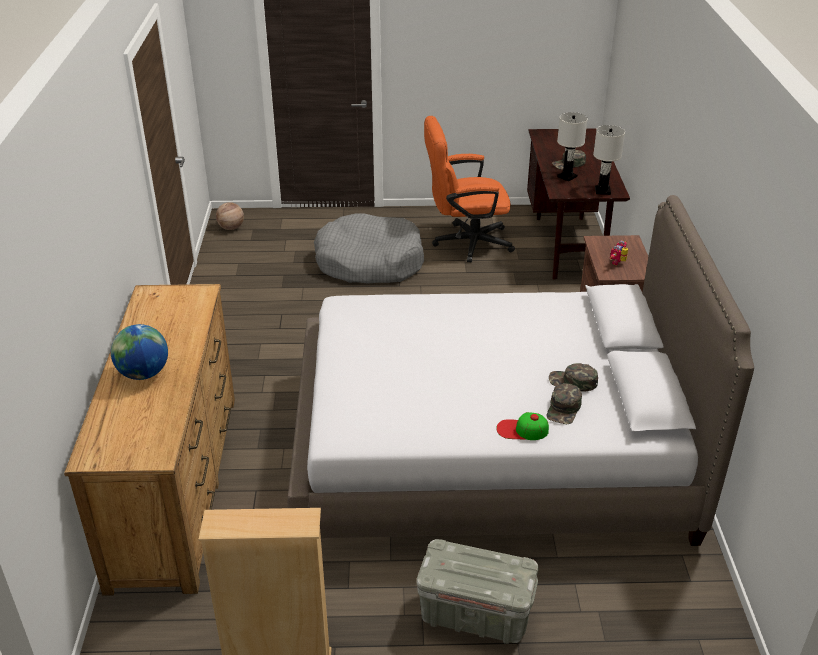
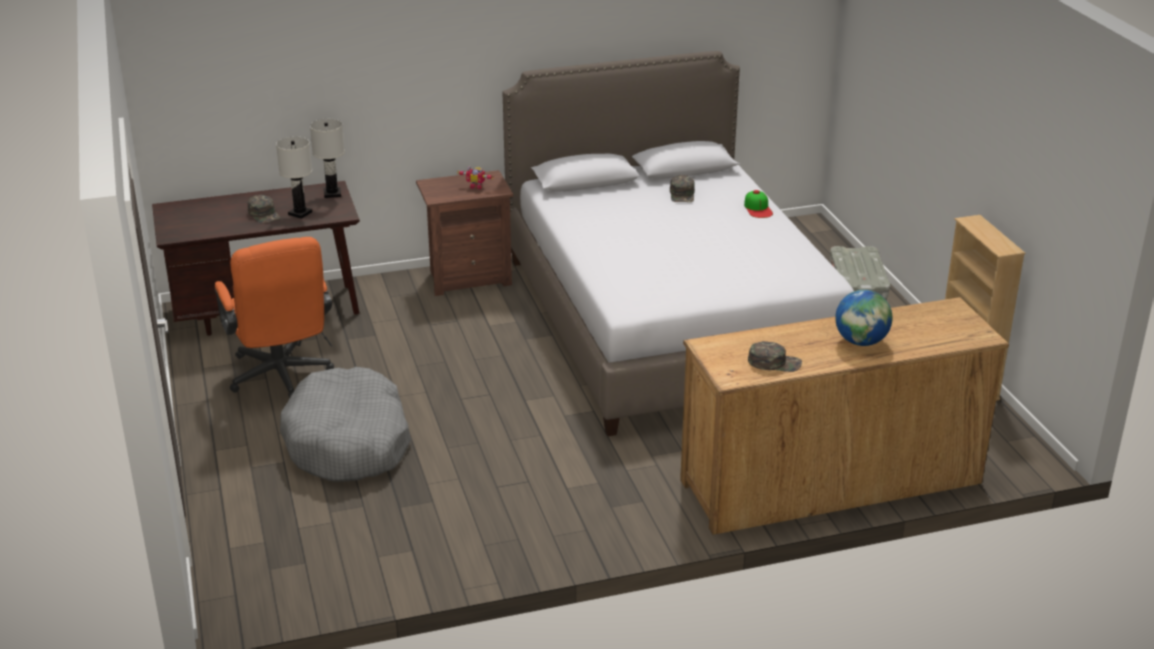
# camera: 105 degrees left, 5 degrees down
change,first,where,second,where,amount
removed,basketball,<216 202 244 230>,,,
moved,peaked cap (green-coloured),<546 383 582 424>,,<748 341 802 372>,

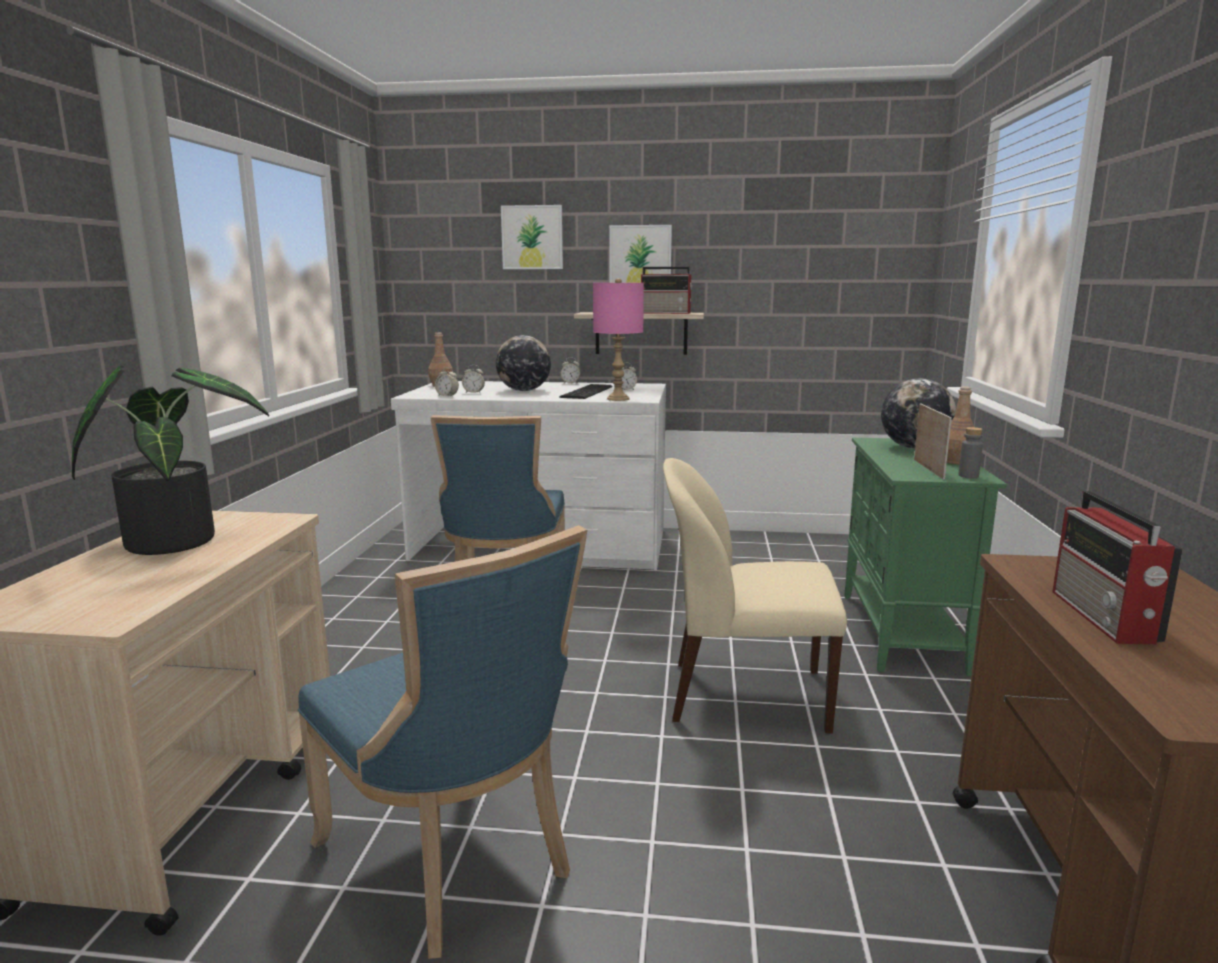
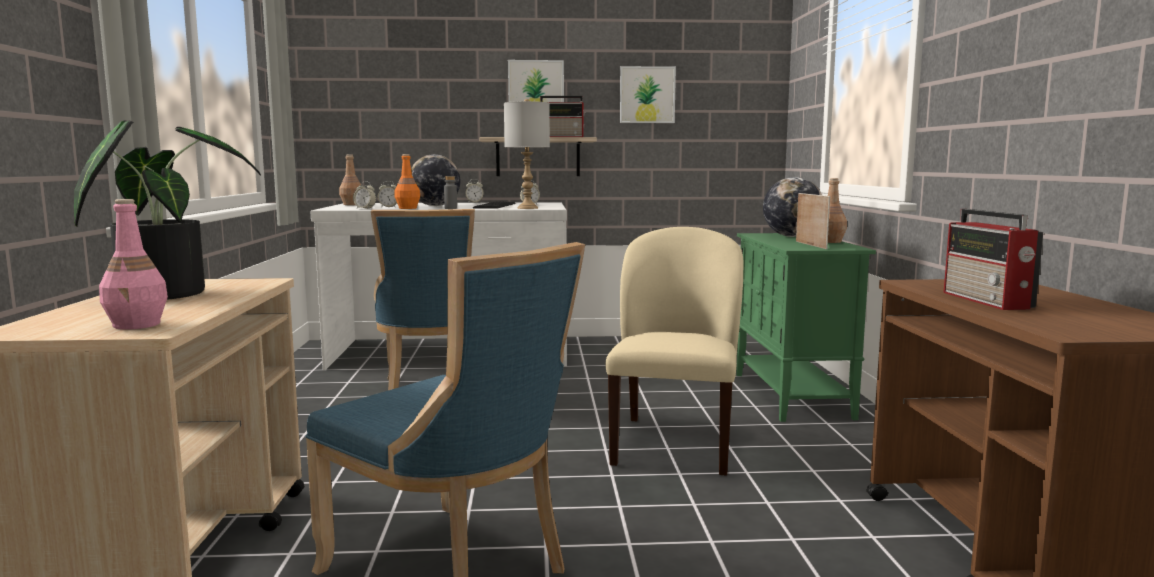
# camera: 10 degrees left, 5 degrees down
change,first,where,second,where,amount
moved,wall art,<501 205 563 269>,,<620 66 676 123>,
recoloured,lamp for a table (pinkish),<593 278 644 401>,lamp for a table (grey),<504 99 550 209>,
turned,upright chair (beige),<663 458 847 734>,,<605 227 743 476>,105 degrees clockwise
moved,beverage bottle (grey),<958 427 983 478>,,<444 176 457 209>,
added,,,beverage bottle (pinkish),<99 199 168 330>,
added,,,beverage bottle (orangey),<395 154 420 209>,

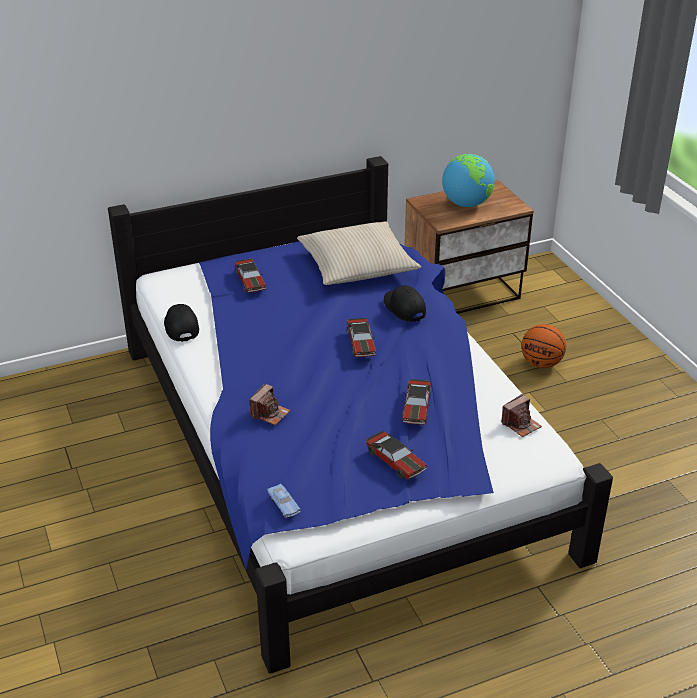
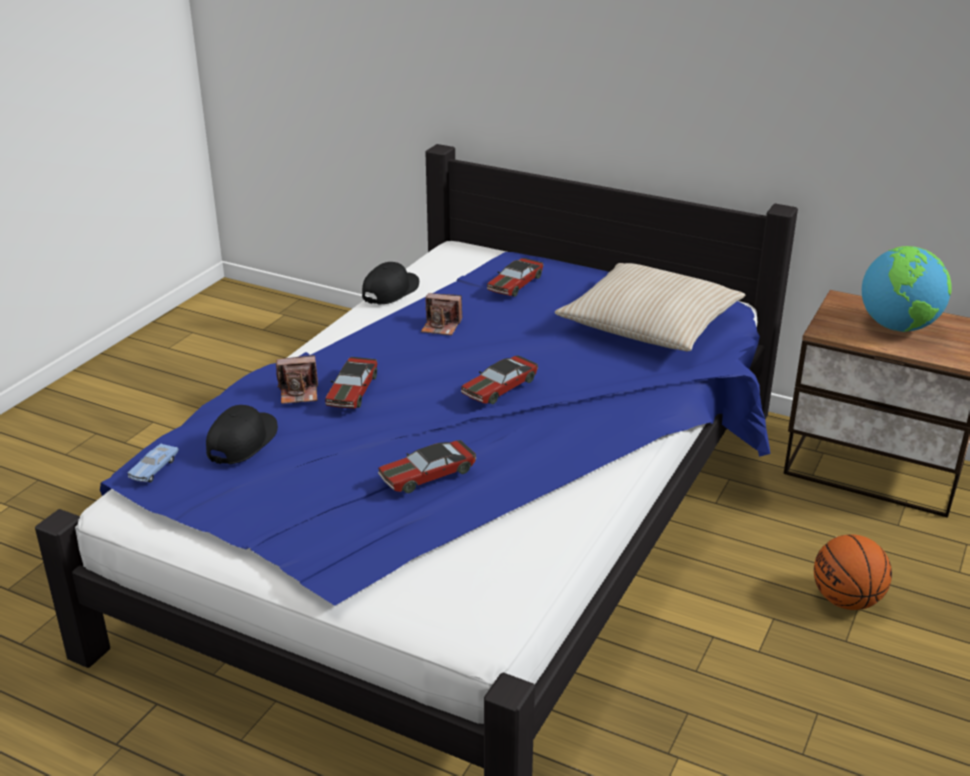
# camera: 50 degrees right, 5 degrees down
change,first,where,second,where,amount
moved,miniature car,<366 431 427 479>,,<325 357 377 408>,
moved,peaked cap (black-coloured),<384 285 426 322>,,<206 405 278 464>,
moved,still camera,<501 394 542 437>,,<421 293 462 335>,

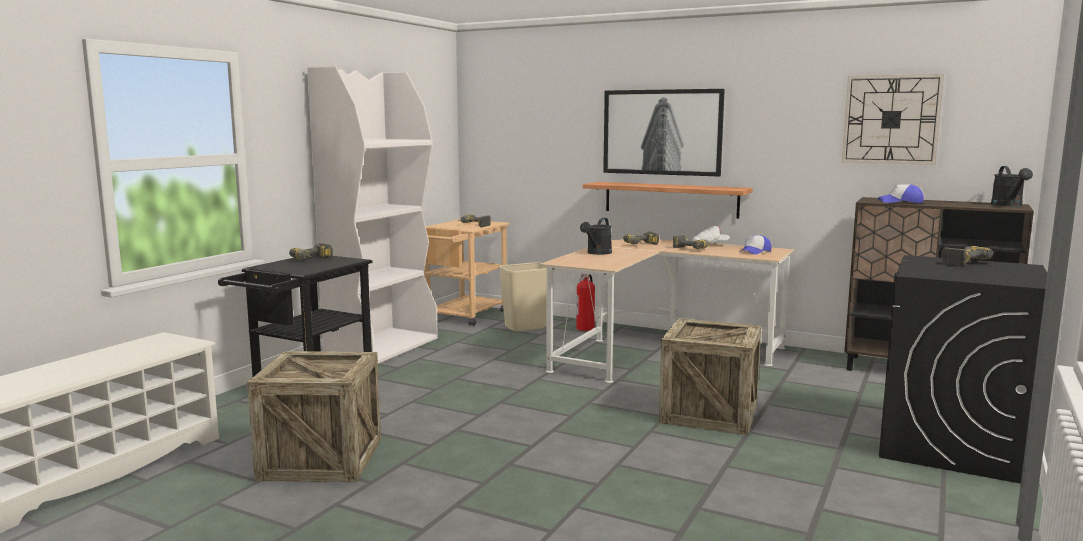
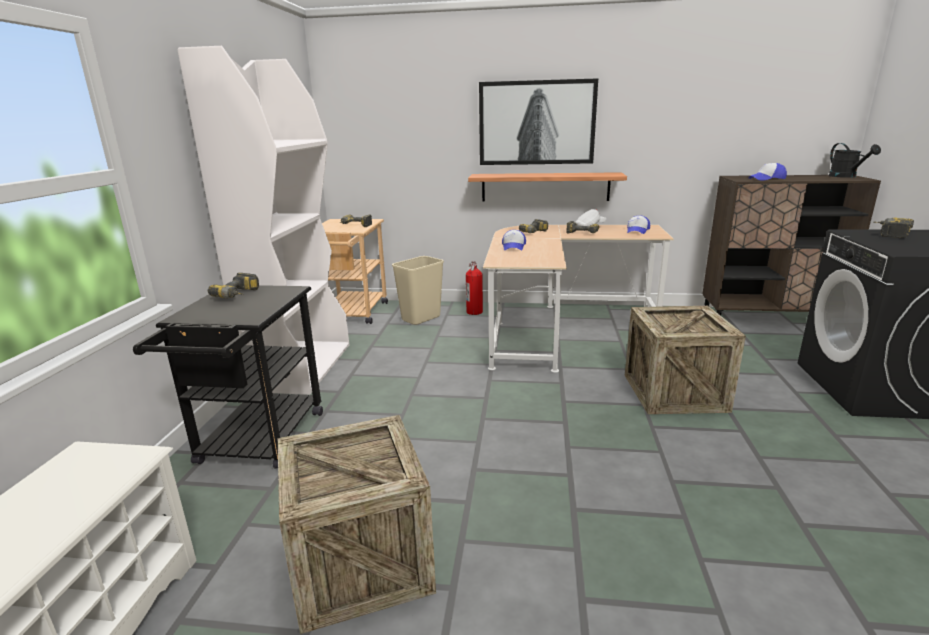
# camera: 20 degrees left, 10 degrees up
change,first,where,second,where,amount
replaced,watering can (black-coloured),<580 218 612 255>,peaked cap,<502 230 526 250>,
removed,clock on the wall,<842 74 944 165>,,,

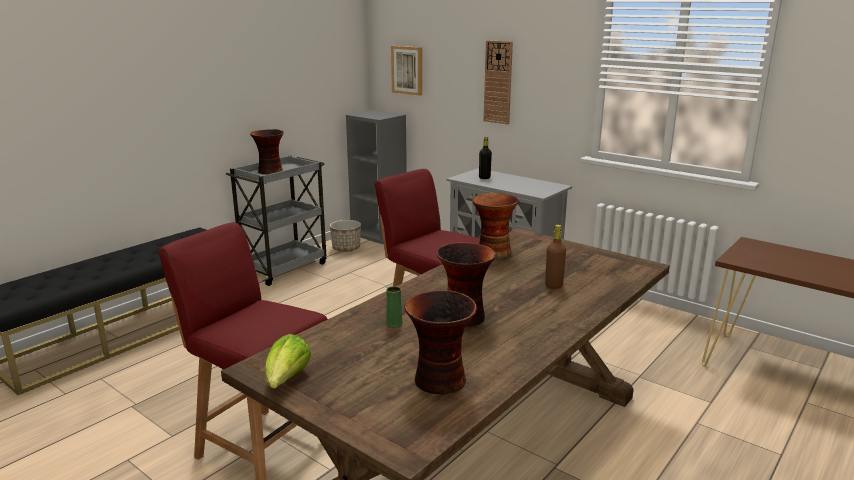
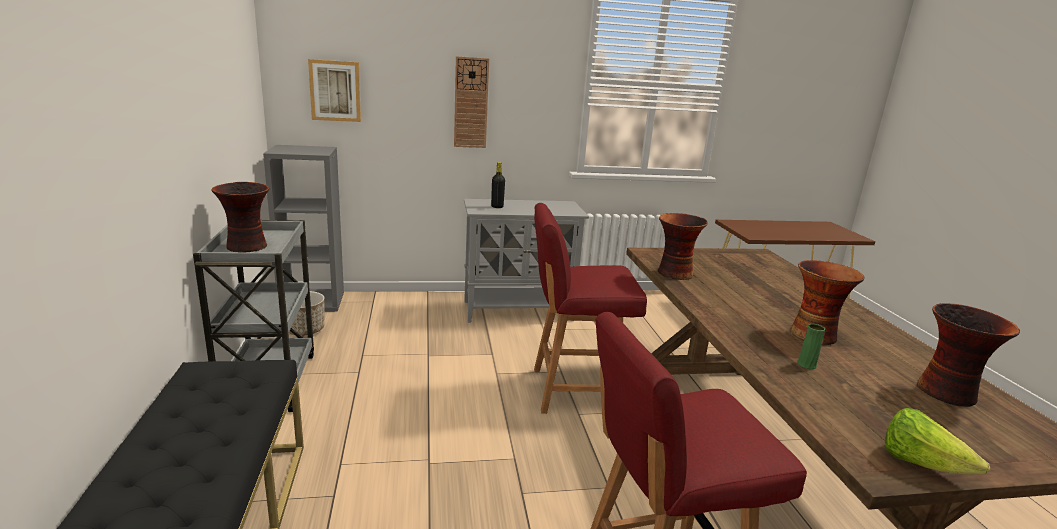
# camera: 50 degrees left, 0 degrees up
change,first,where,second,where,amount
removed,beverage bottle (brown-coloured),<545 225 566 289>,,,

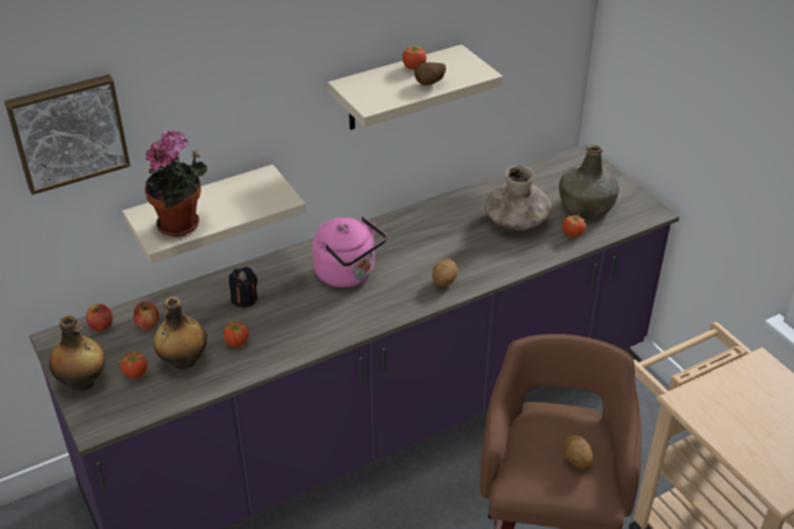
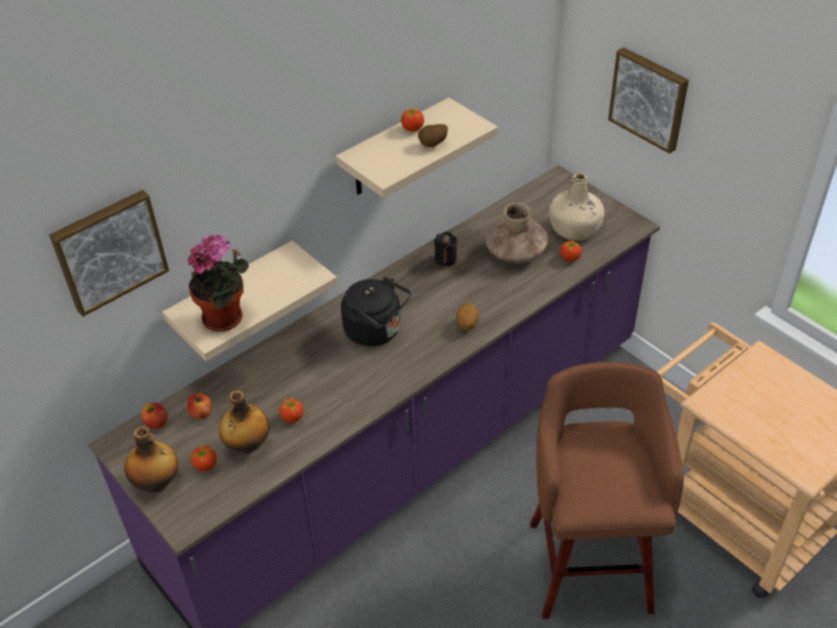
# camera: 10 degrees left, 5 degrees up
change,first,where,second,where,amount
moved,wax light (black-coloured),<229 267 258 308>,,<434 231 457 267>,
recoloured,tea kettle (pinkish),<312 217 387 287>,tea kettle (black-coloured),<341 277 411 346>,
recoloured,beverage bottle (green-coloured),<559 145 619 219>,beverage bottle (beige),<549 173 604 241>,
removed,potato,<564 435 593 468>,,,
added,,,wall art,<608 47 689 154>,

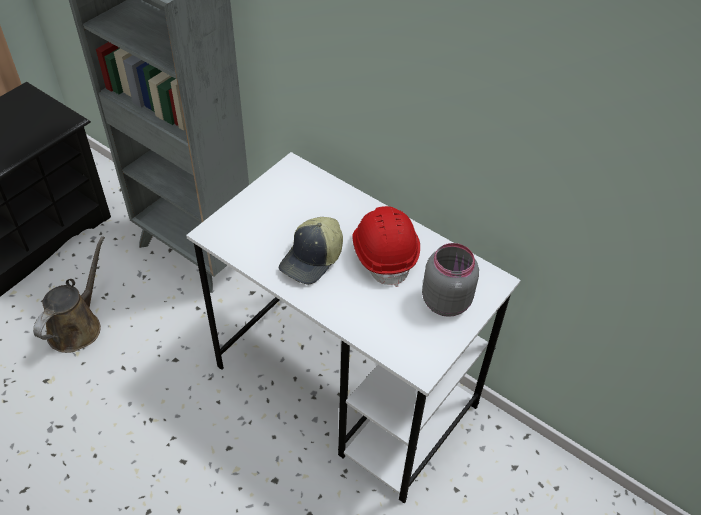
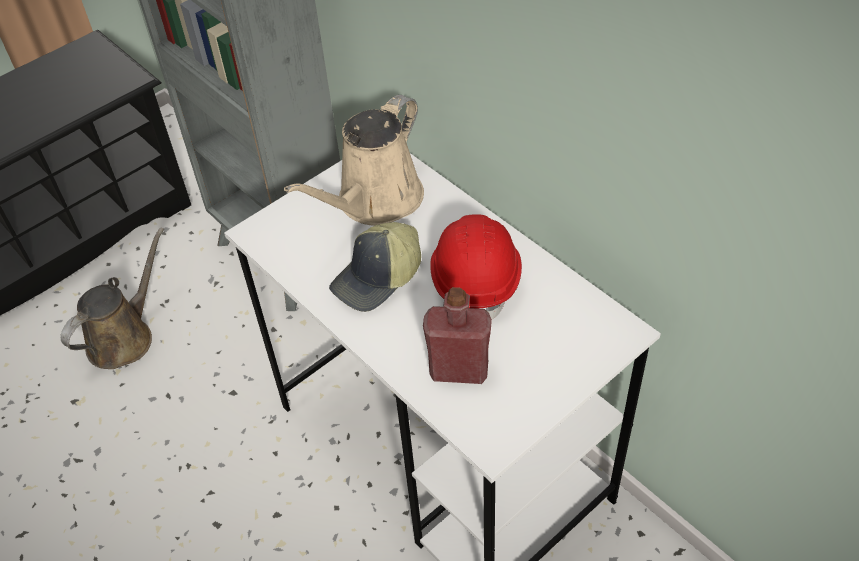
# camera: 15 degrees right, 0 degrees up
change,first,where,second,where,amount
removed,jar (grey),<422 243 479 317>,,,
added,,,watering can (beige),<284 95 424 226>,
added,,,beverage bottle (red-coloured),<423 287 492 384>,

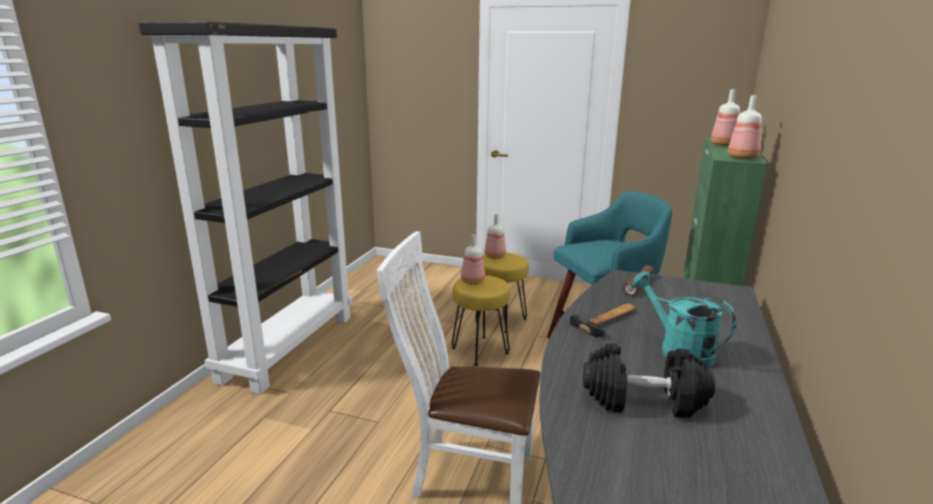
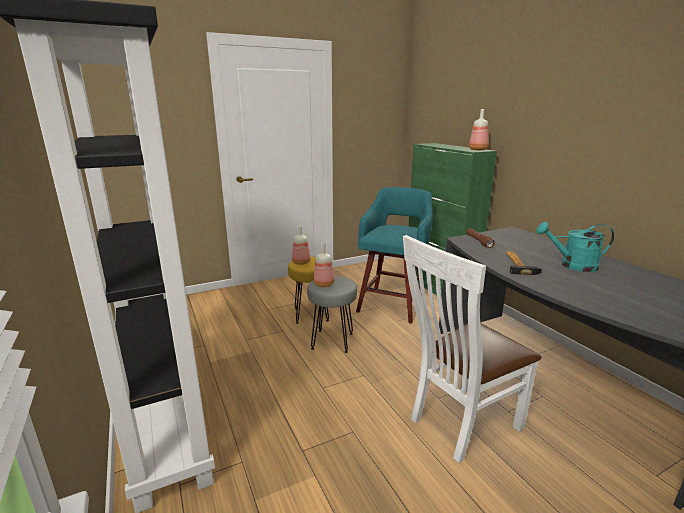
# camera: 45 degrees left, 0 degrees up
change,first,where,second,where,amount
recoloured,stool (yellowish),<452 275 510 366>,stool (grey),<307 276 357 353>,
removed,hand weight (black-coloured),<583 343 715 418>,,,
removed,beverage bottle,<711 90 740 146>,,,

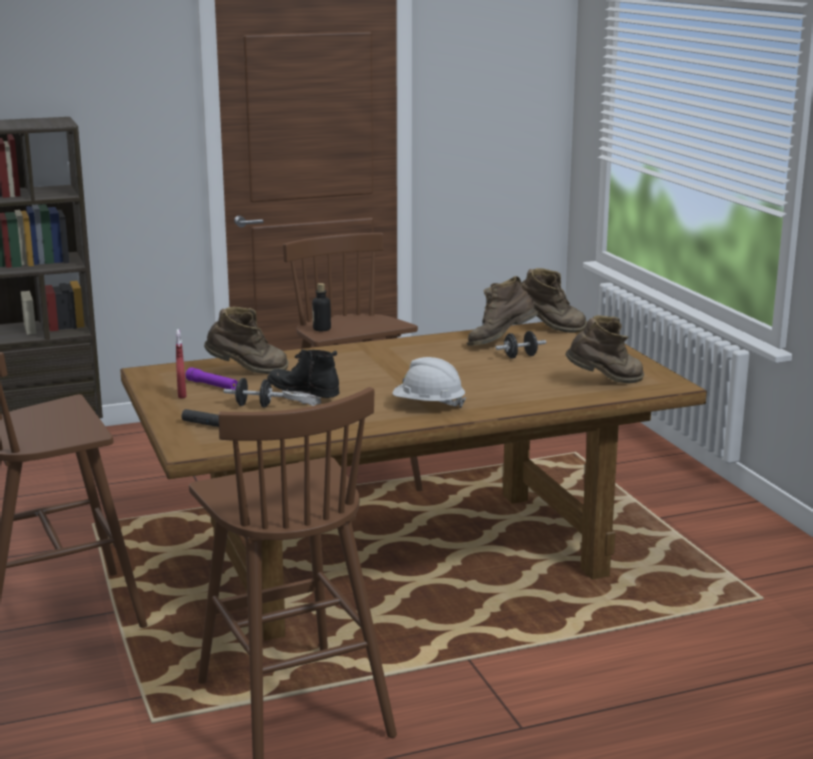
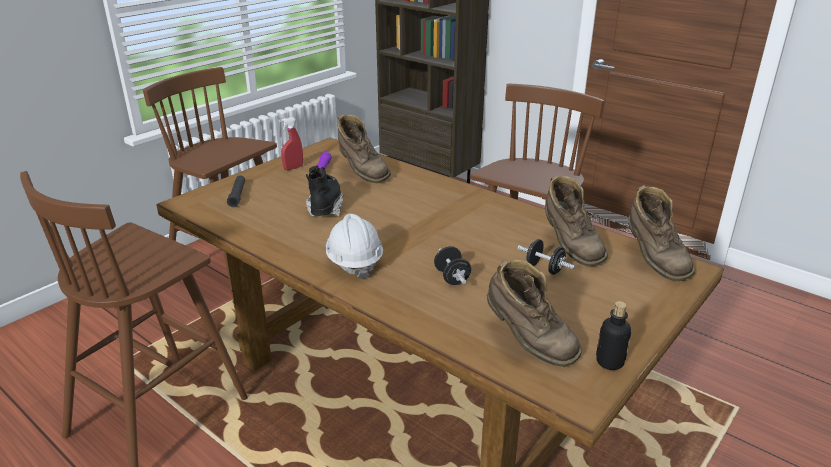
# camera: 60 degrees right, 10 degrees up
change,first,where,second,where,amount
moved,hand weight (black-coloured),<224 378 284 408>,,<434 246 471 285>,
moved,beverage bottle,<312 283 331 331>,,<596 301 631 370>,
turned,tall boot (brown-coloured),<467 276 539 346>,,<546 174 608 267>,150 degrees counterclockwise

